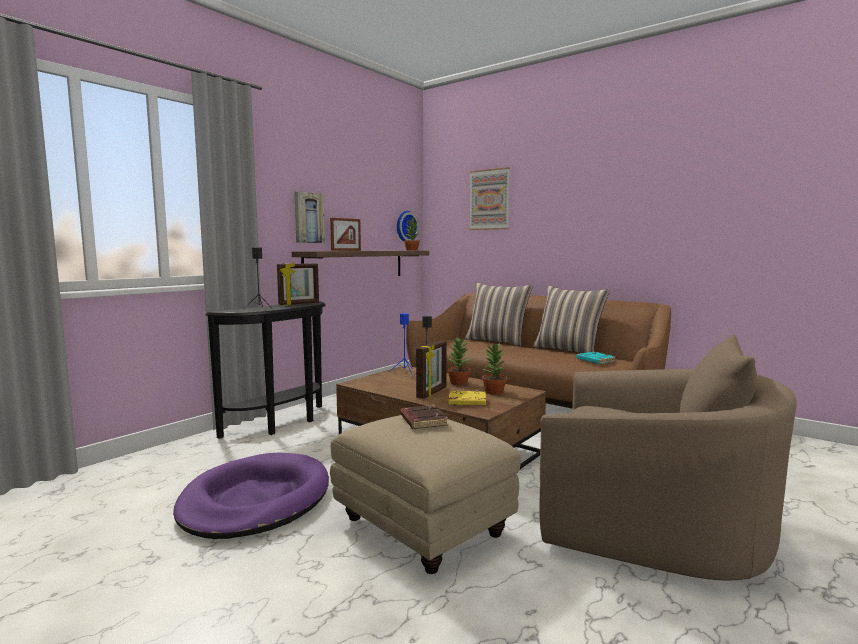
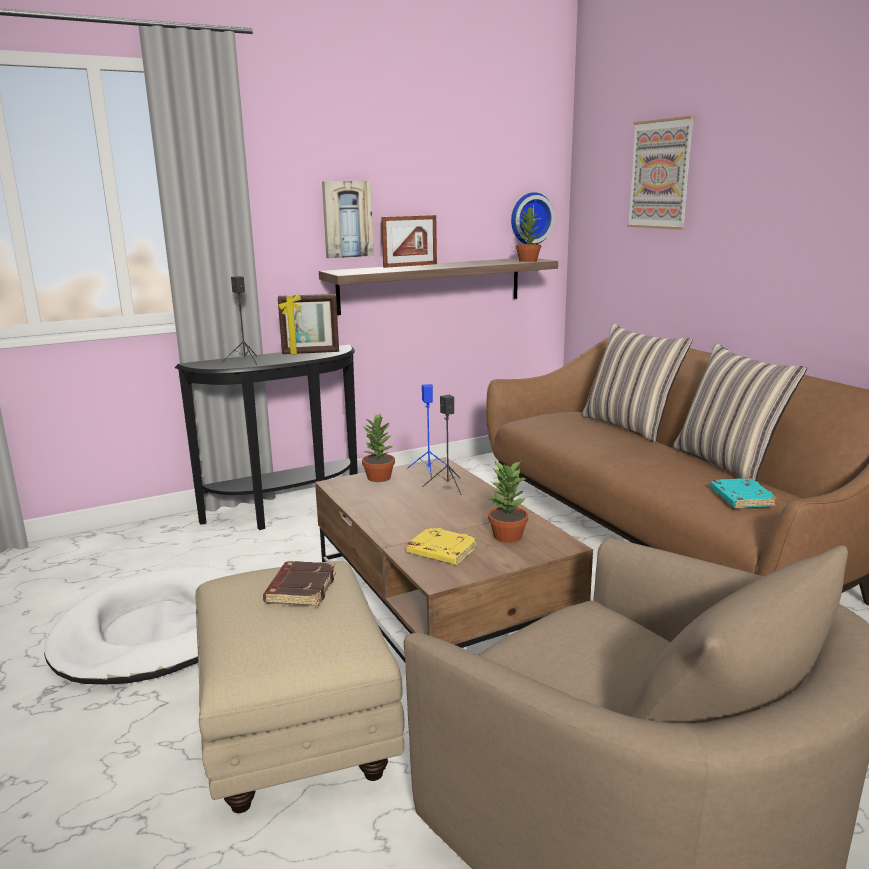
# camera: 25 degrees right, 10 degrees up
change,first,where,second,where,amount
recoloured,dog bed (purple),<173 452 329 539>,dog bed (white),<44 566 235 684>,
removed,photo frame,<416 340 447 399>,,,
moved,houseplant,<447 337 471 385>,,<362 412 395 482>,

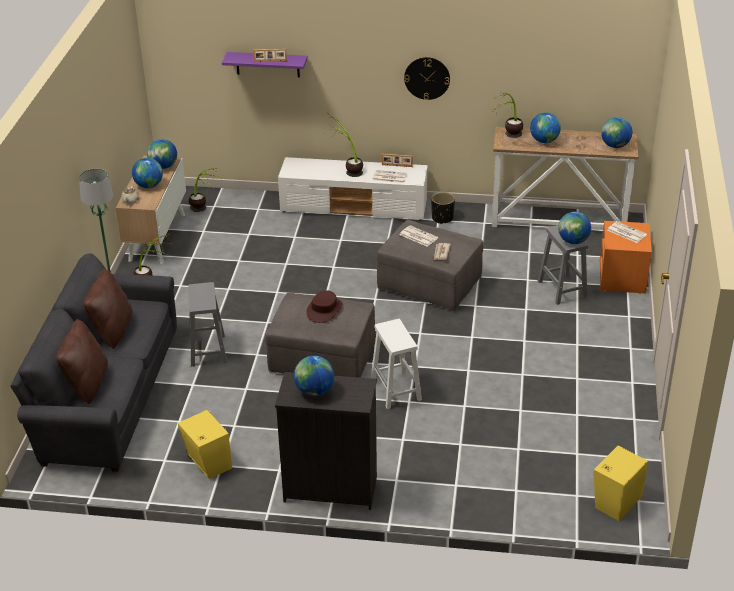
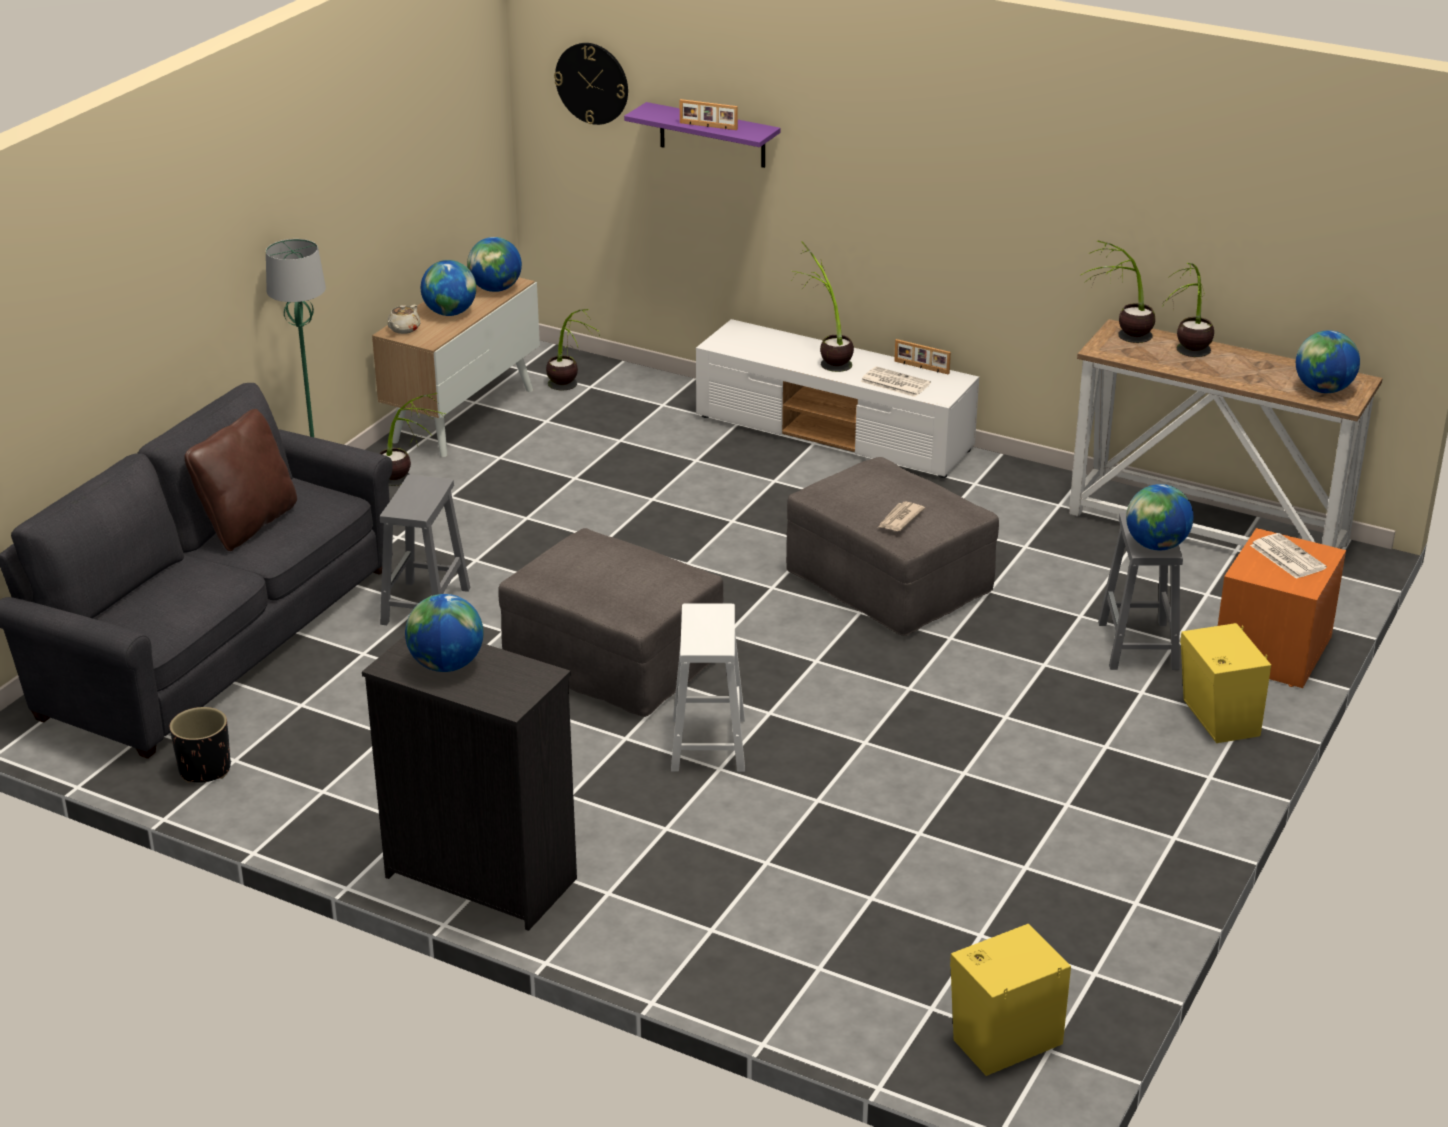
# camera: 20 degrees right, 5 degrees down
change,first,where,second,where,amount
removed,pillow (brown-coloured),<56 319 108 404>,,,
moved,loudspeaker (yellowish),<178 410 232 479>,,<1180 623 1271 743>,
removed,clothing hat (brown-coloured),<306 290 343 323>,,,
removed,daily paper,<400 225 438 247>,,,
moved,clock on the wall,<404 57 450 100>,,<554 43 628 125>,
moved,plant pot (black-coloured),<431 192 455 224>,,<170 707 231 783>,
replaced,desk globe,<530 112 561 143>,houseplant,<1161 263 1214 357>,

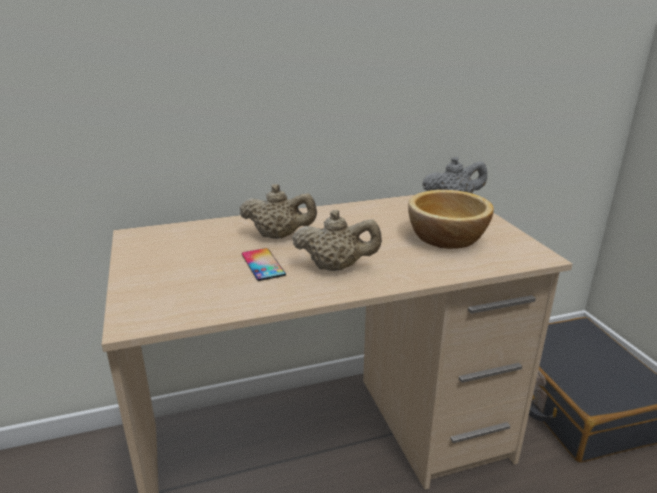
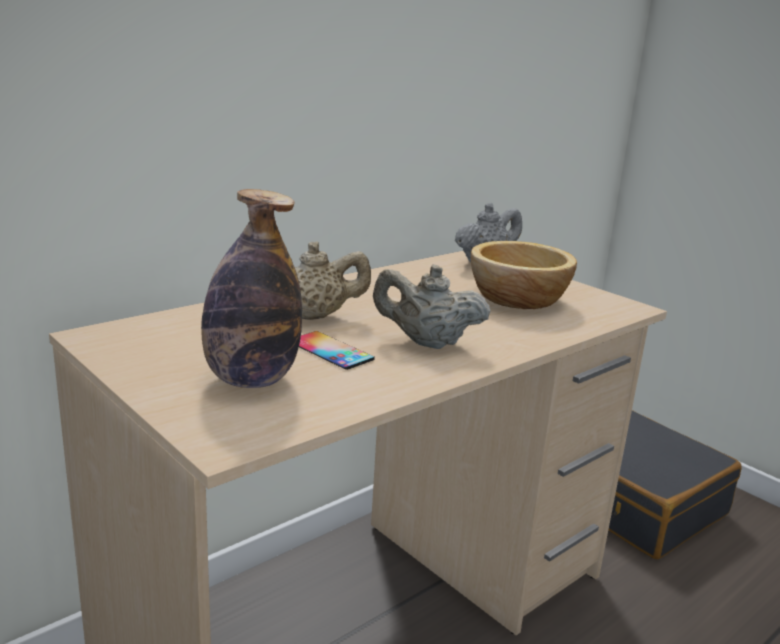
# camera: 25 degrees left, 5 degrees down
change,first,where,second,where,amount
turned,pot for tea (beige),<292 210 382 271>,,<373 264 491 349>,150 degrees counterclockwise
added,,,beverage bottle,<201 189 302 388>,

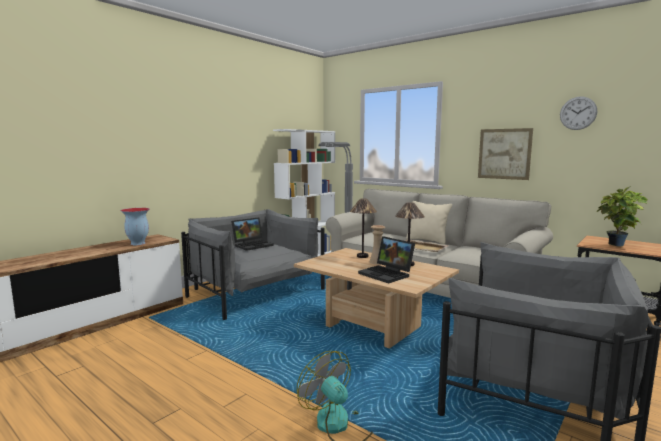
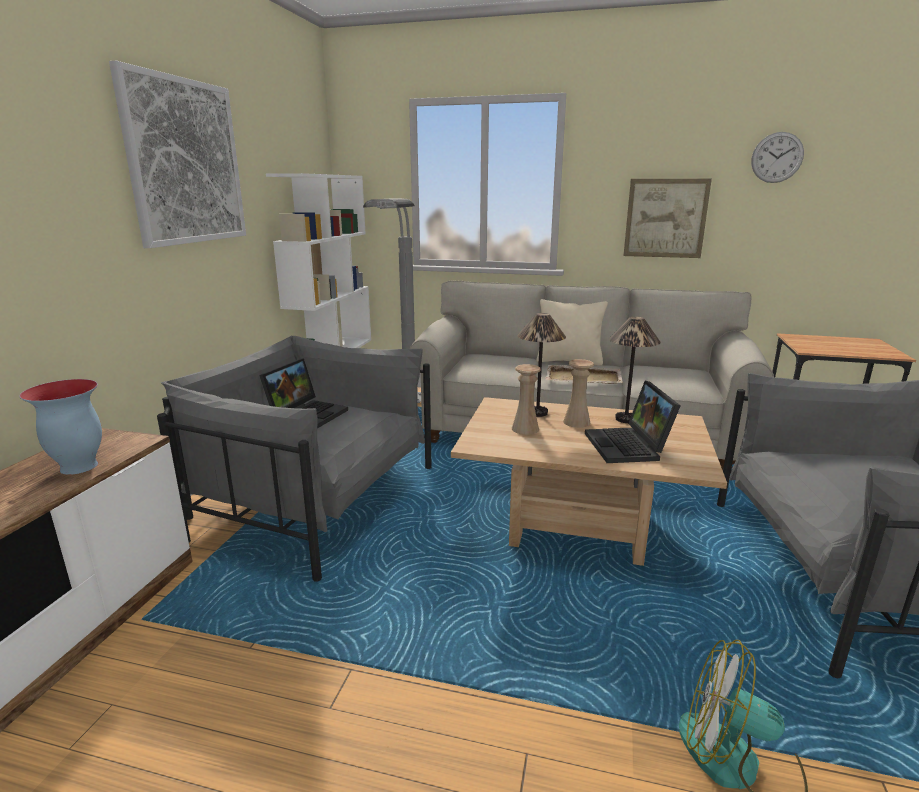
# camera: 25 degrees left, 10 degrees up
change,first,where,second,where,amount
turned,notebook computer,<358 236 415 283>,,<585 381 681 463>,60 degrees clockwise
removed,houseplant,<597 186 648 247>,,,
added,,,wall art,<109 61 246 248>,
added,,,vase (beige),<512 364 541 435>,

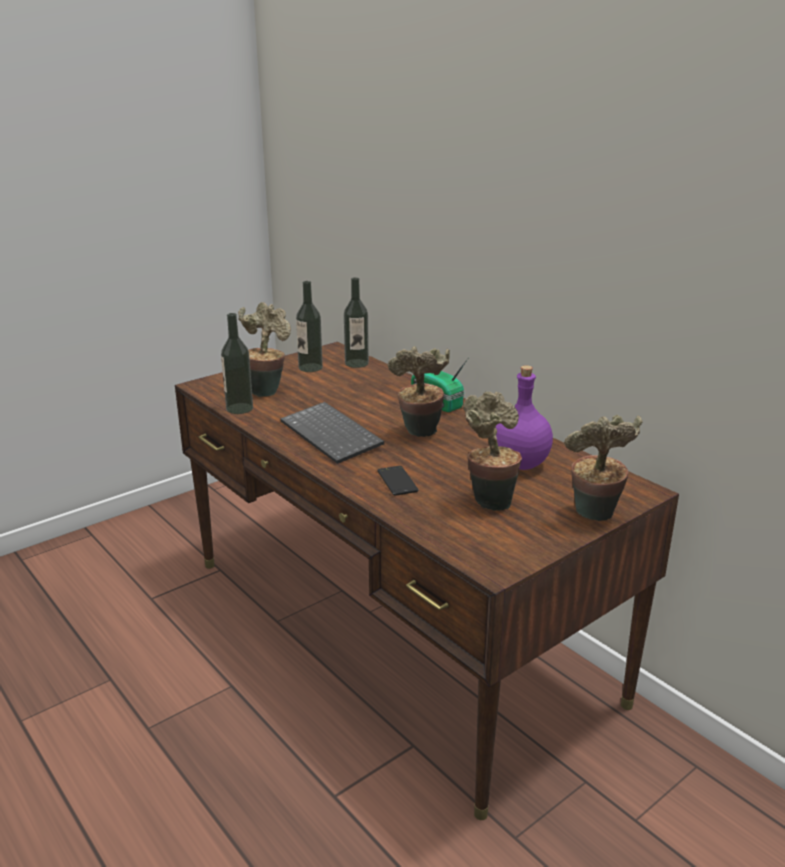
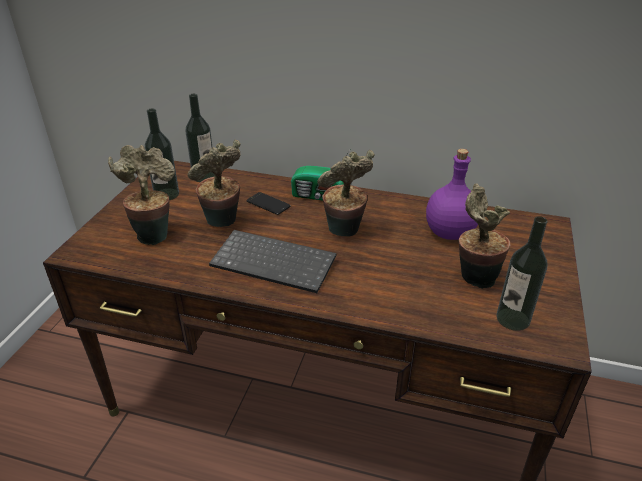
# camera: 35 degrees left, 10 degrees up
change,first,where,second,where,amount
moved,beverage bottle,<221 313 253 414>,,<497 216 548 331>,
moved,telephone,<377 466 418 496>,,<246 192 290 215>,
moved,houseplant,<564 415 643 521>,,<188 140 241 227>,

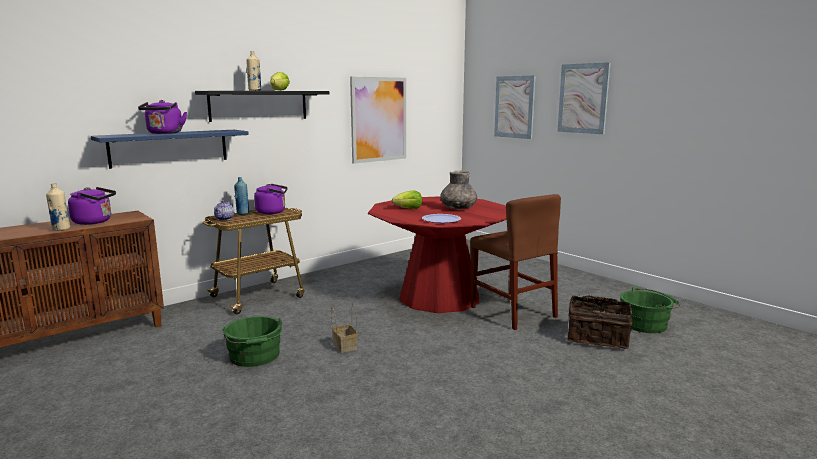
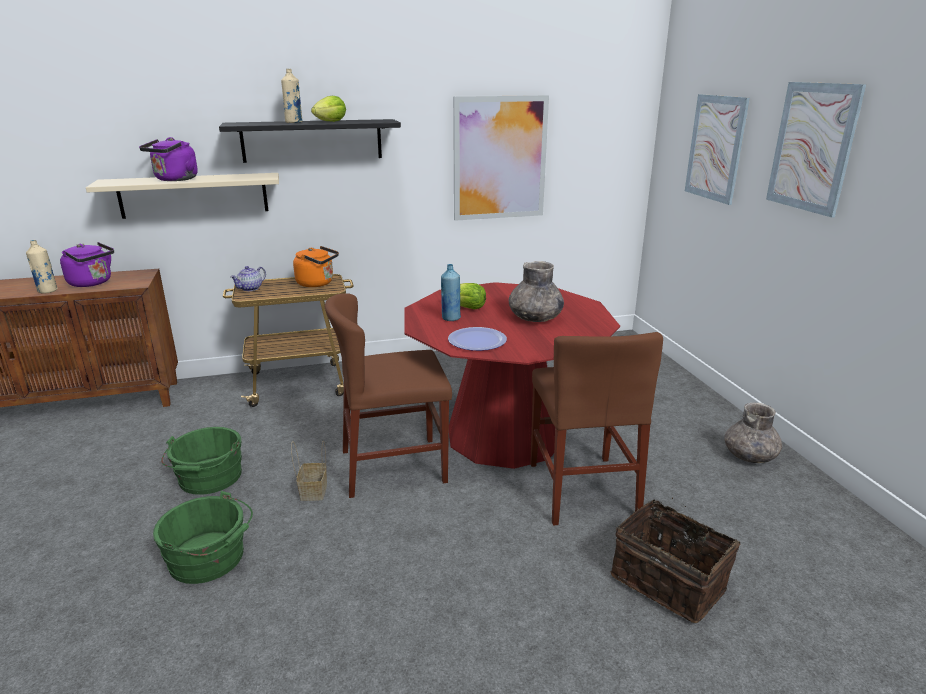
# camera: 25 degrees right, 10 degrees up
change,first,where,second,where,amount
recoloured,bracket shelf (blue),<91 130 249 169>,bracket shelf (beige),<86 173 279 219>,
moved,beverage bottle (blue),<234 177 250 214>,,<441 264 461 321>,
recoloured,tea kettle (purple),<254 184 288 214>,tea kettle (orangey),<293 246 339 287>,
moved,water bucket (green-coloured),<620 287 680 333>,,<153 491 253 584>,
added,,,upright chair (brown-coloured),<325 293 452 498>,
added,,,vase (grey),<725 403 783 463>,

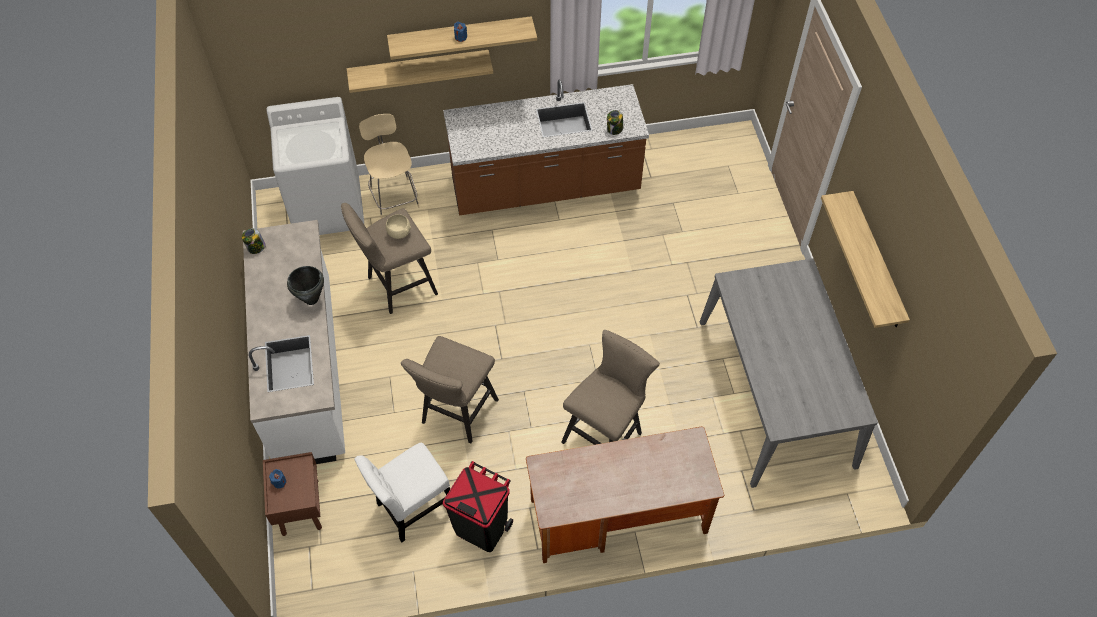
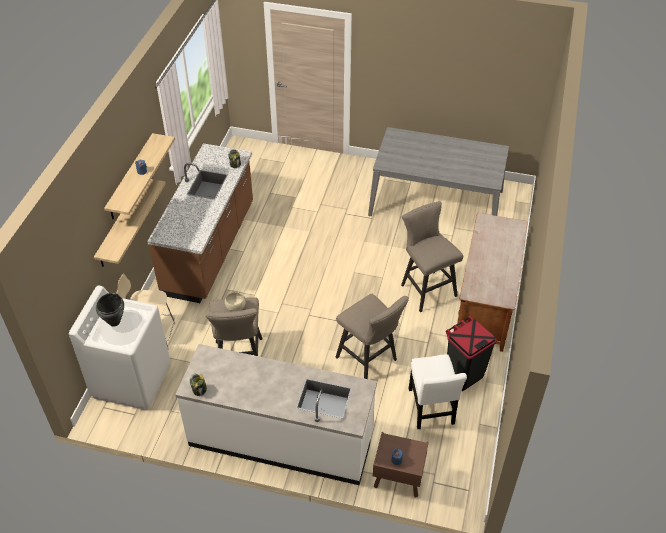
# camera: 65 degrees left, 10 degrees down
change,first,where,second,where,amount
moved,stockpot (black-coloured),<287 266 324 305>,,<96 293 124 327>,
removed,bracket shelf,<821 191 910 328>,,,

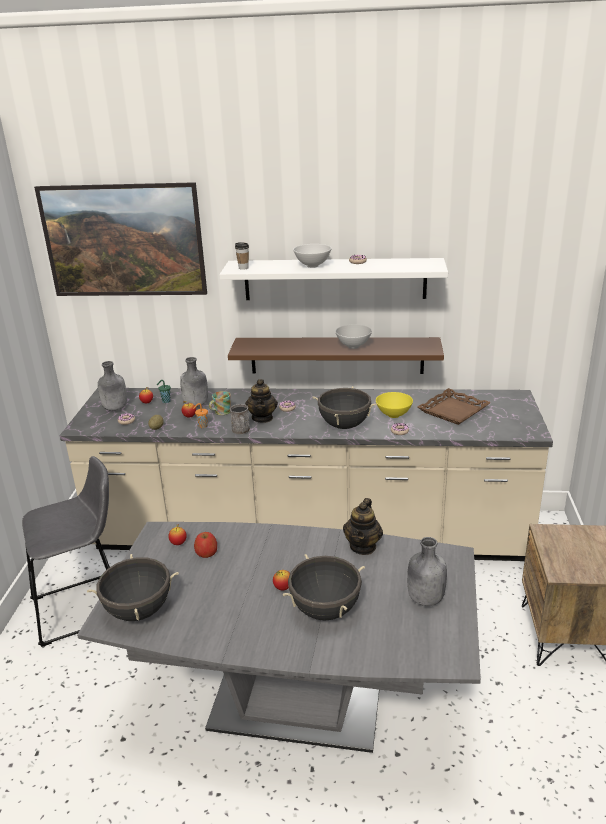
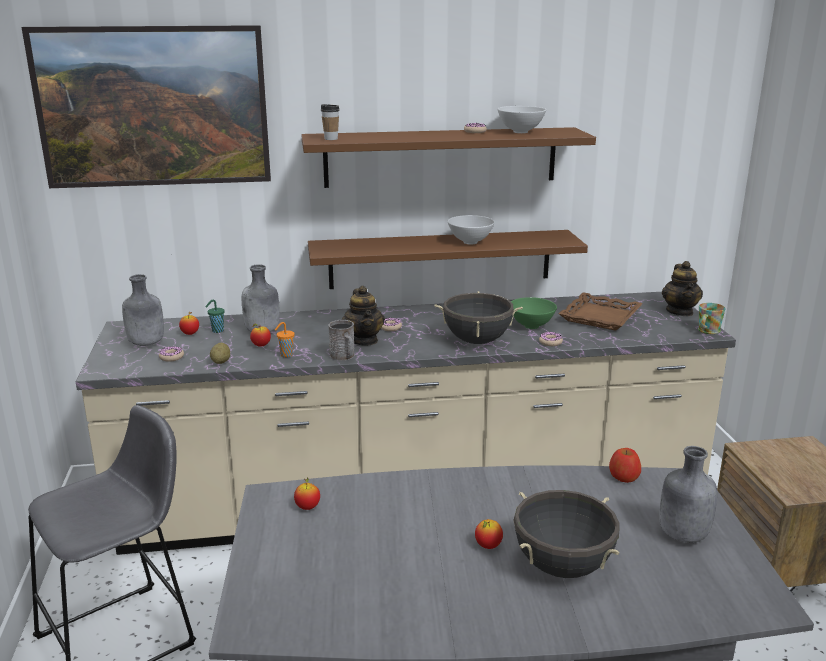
# camera: 15 degrees left, 5 degrees down
change,first,where,second,where,amount
removed,stockpot (black-coloured),<87 554 179 621>,,,
moved,apple fruit,<194 532 217 558>,,<609 448 641 483>,
moved,mug,<209 391 231 415>,,<698 303 725 334>,
recoloured,bracket shelf (white),<219 258 448 300>,bracket shelf (brown-coloured),<302 127 596 188>,
moved,deep dish (white),<293 244 331 268>,,<497 106 546 133>,
moved,pot for tea,<343 498 383 555>,,<662 261 703 316>,
recoloured,deep dish (yellowish),<376 392 413 418>,deep dish (green-coloured),<511 297 557 329>,

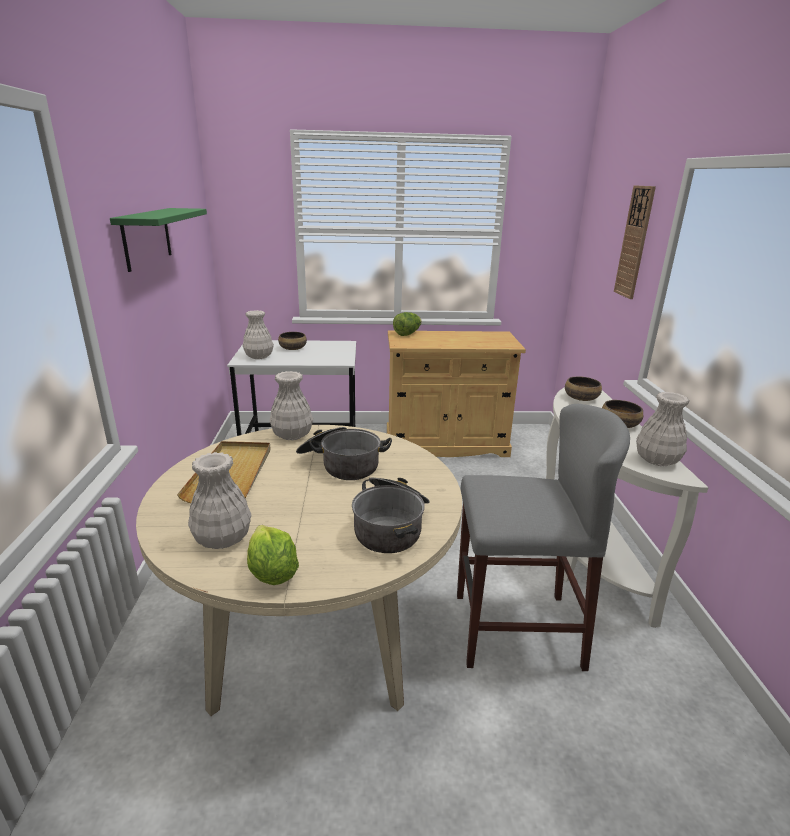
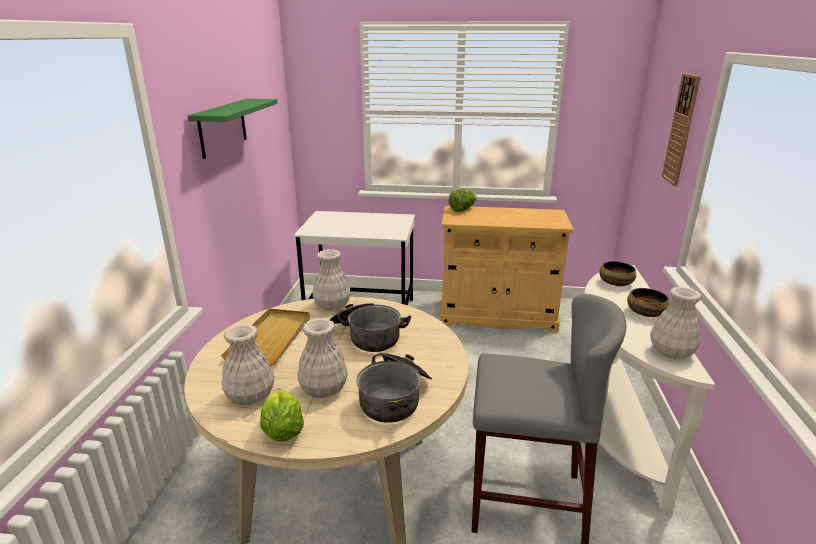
# camera: 10 degrees right, 0 degrees up
change,first,where,second,where,amount
moved,vase (white),<243 310 274 359>,,<297 318 348 398>,
removed,deep dish,<278 332 307 350>,,,

